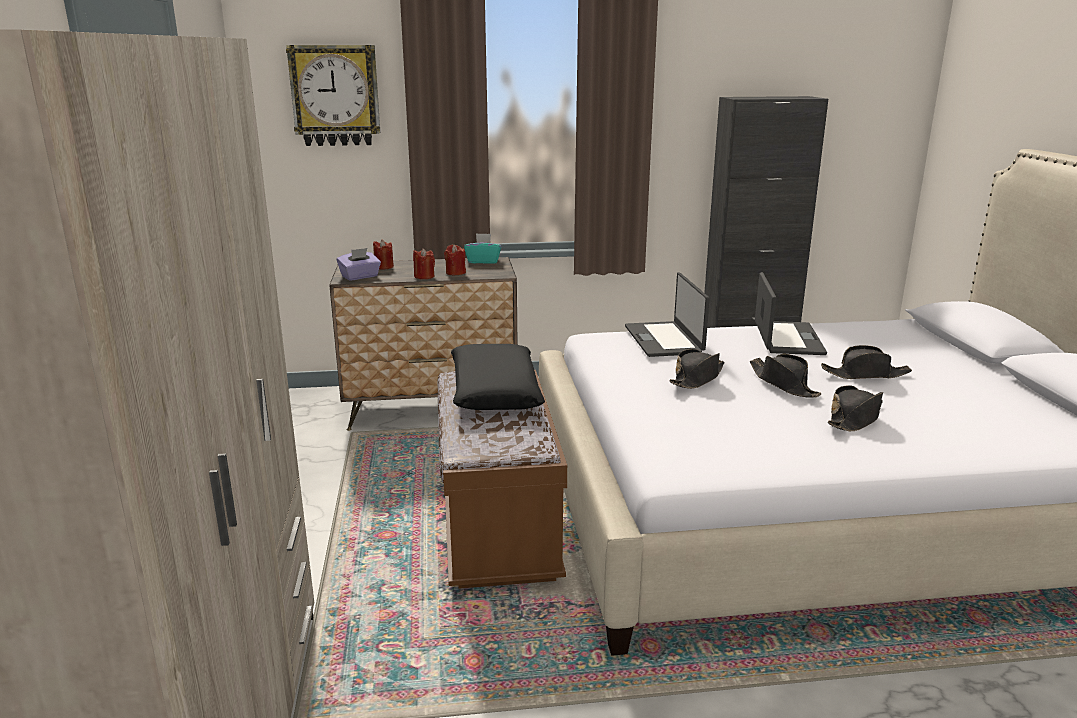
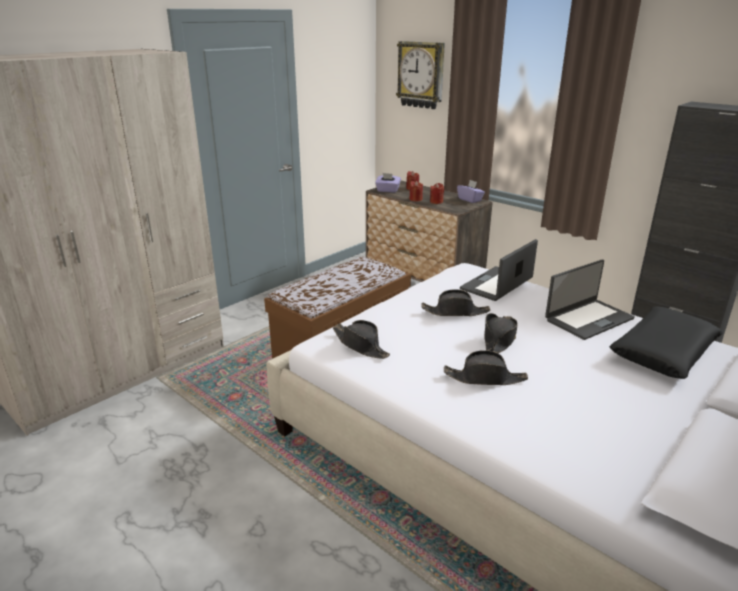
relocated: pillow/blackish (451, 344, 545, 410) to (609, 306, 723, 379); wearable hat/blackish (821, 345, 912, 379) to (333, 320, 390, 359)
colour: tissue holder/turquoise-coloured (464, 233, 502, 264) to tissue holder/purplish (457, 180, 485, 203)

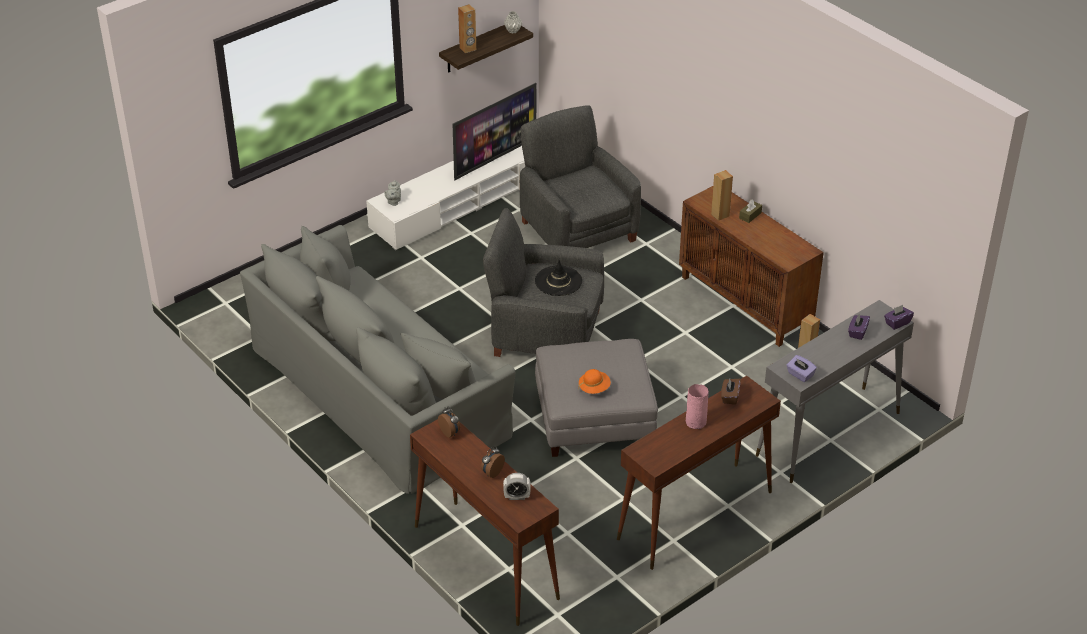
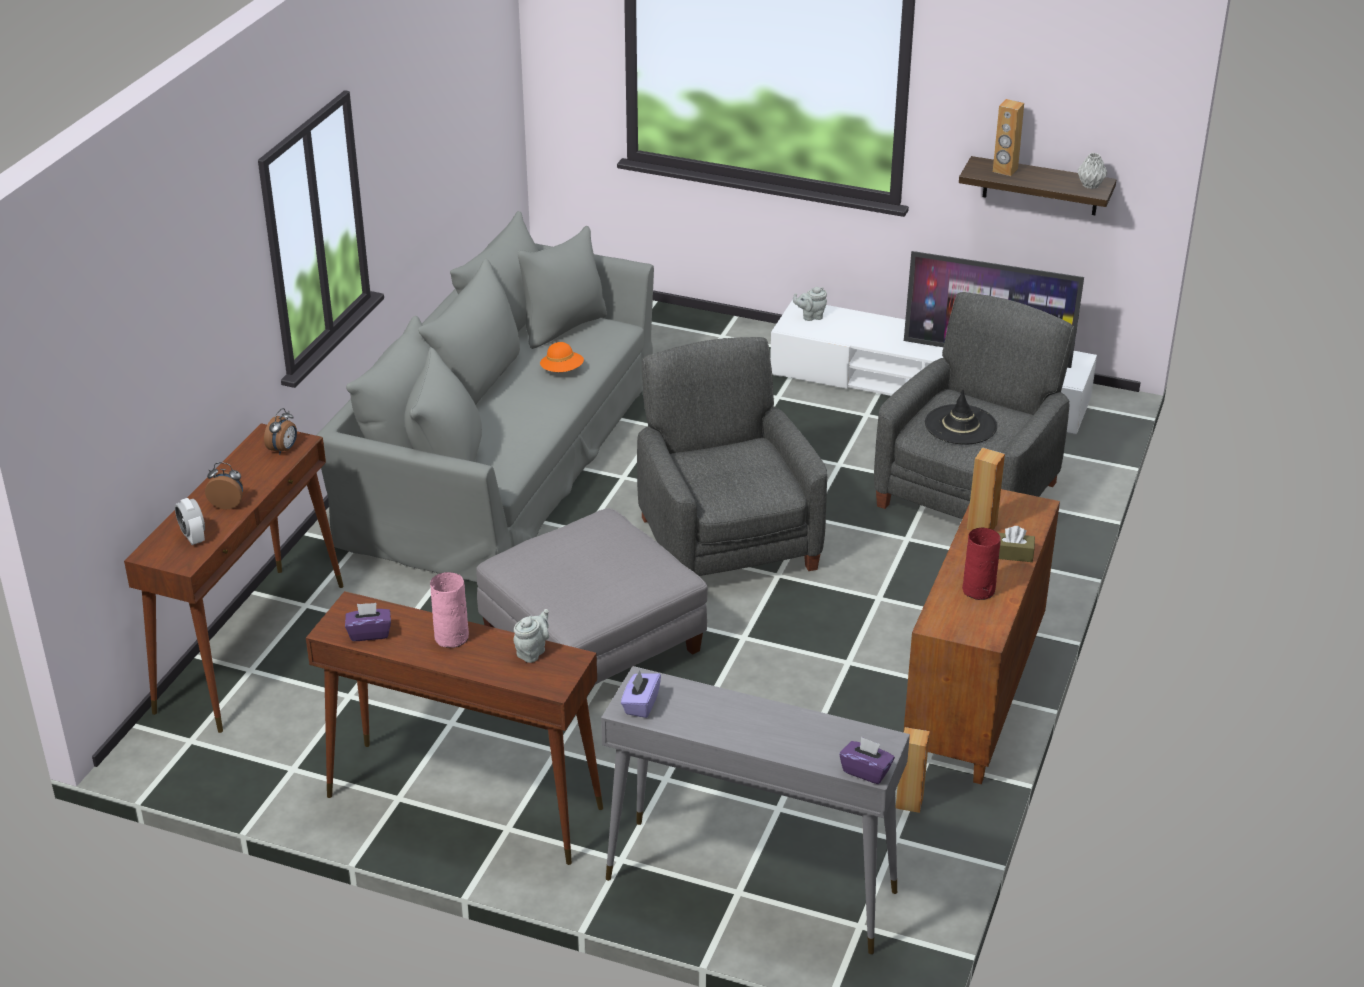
appeared: vase/red (962, 528, 1001, 600)
relocated: wearable hat/blackish (535, 260, 582, 296) to (925, 389, 997, 445); wearable hat/orange (579, 369, 611, 394) to (540, 342, 584, 372); tissue holder/purplish (848, 314, 870, 340) to (345, 603, 391, 641)
exchanged: tissue holder/brown (721, 378, 741, 405) to teapot/grey (513, 609, 549, 663)

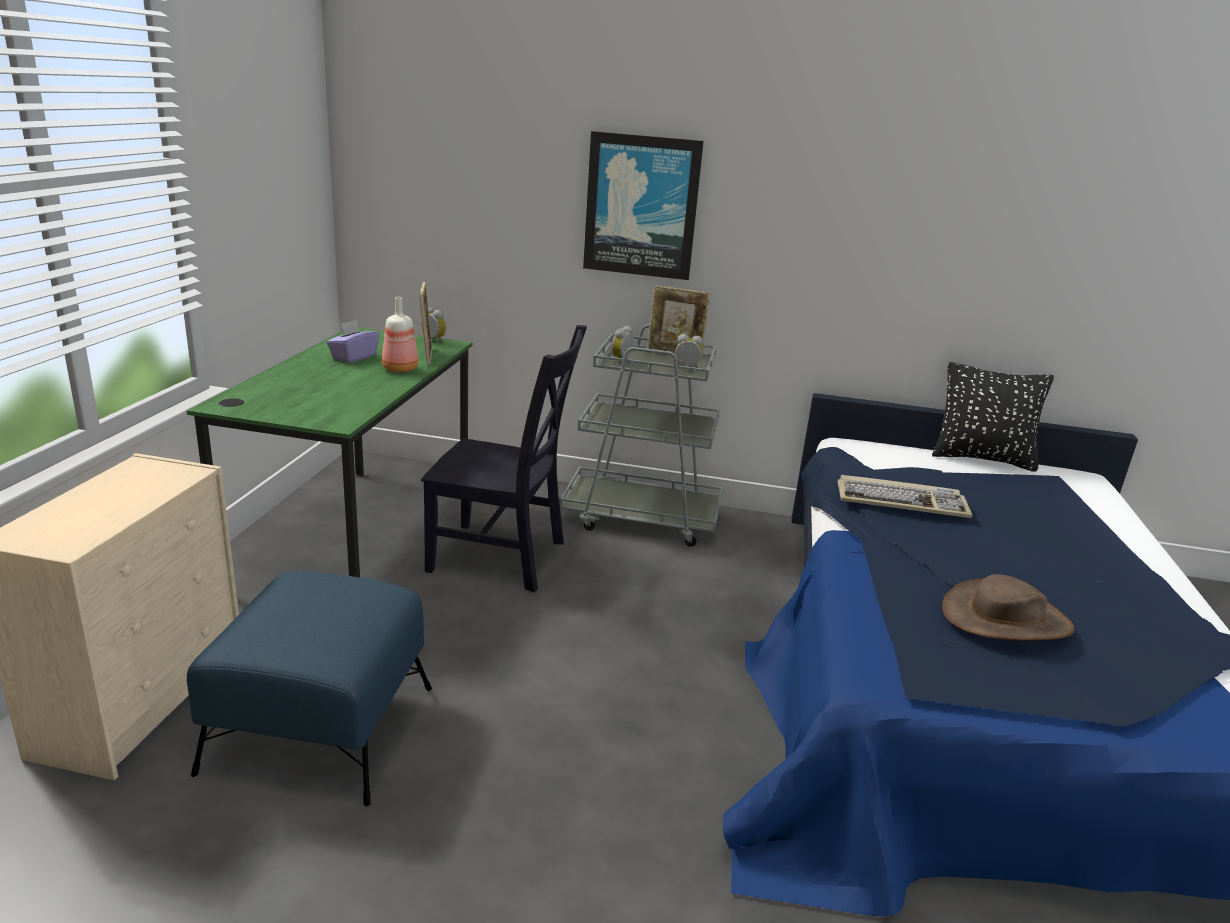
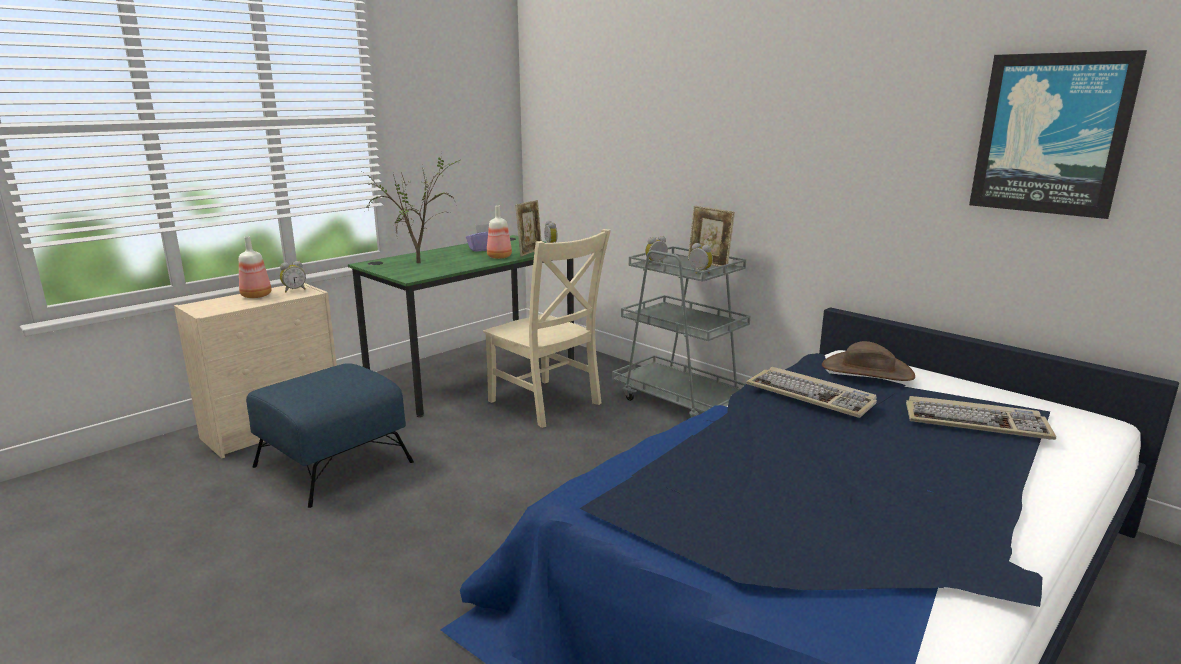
missing: pillow/blackish (932, 362, 1054, 472)
appeared: bottle (239, 236, 272, 298); alarm clock (280, 261, 306, 292); potted plant (359, 154, 460, 263); computer keyboard (906, 396, 1056, 440)
relocated: picture (583, 131, 704, 280) to (969, 50, 1147, 219); wearable hat/brown (942, 574, 1075, 641) to (822, 341, 915, 381)
colour: chair/blackish (421, 325, 587, 592) to chair/beige-coloured (483, 229, 611, 428)

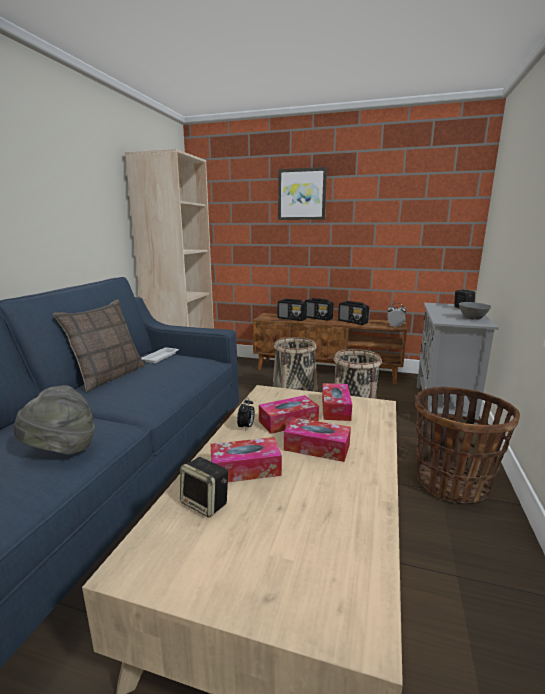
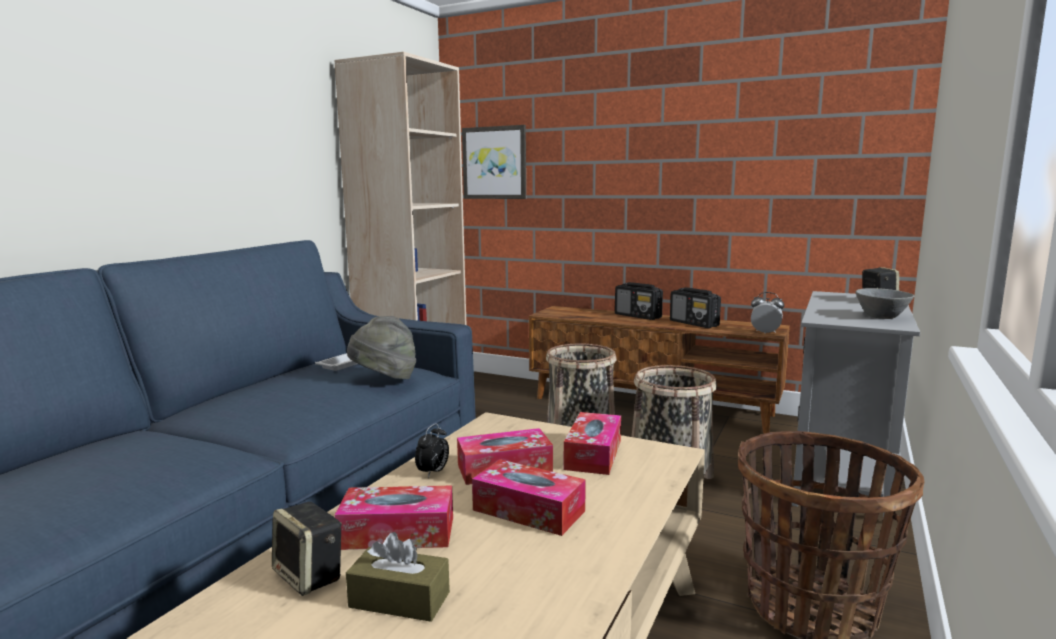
missing: pillow (53, 299, 145, 392); radio set (278, 299, 307, 321)
appeared: tissue holder/brown (346, 532, 450, 622)
relocated: wearable hat/grey (14, 385, 95, 455) to (347, 316, 416, 379); picture (278, 167, 327, 220) to (462, 125, 526, 199)

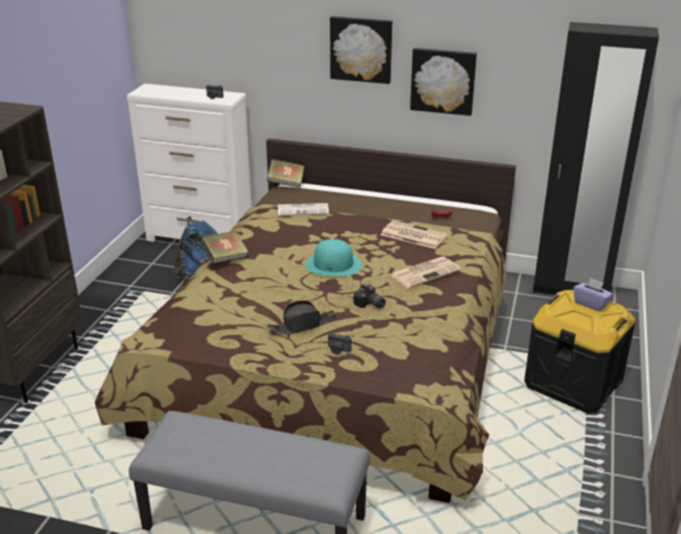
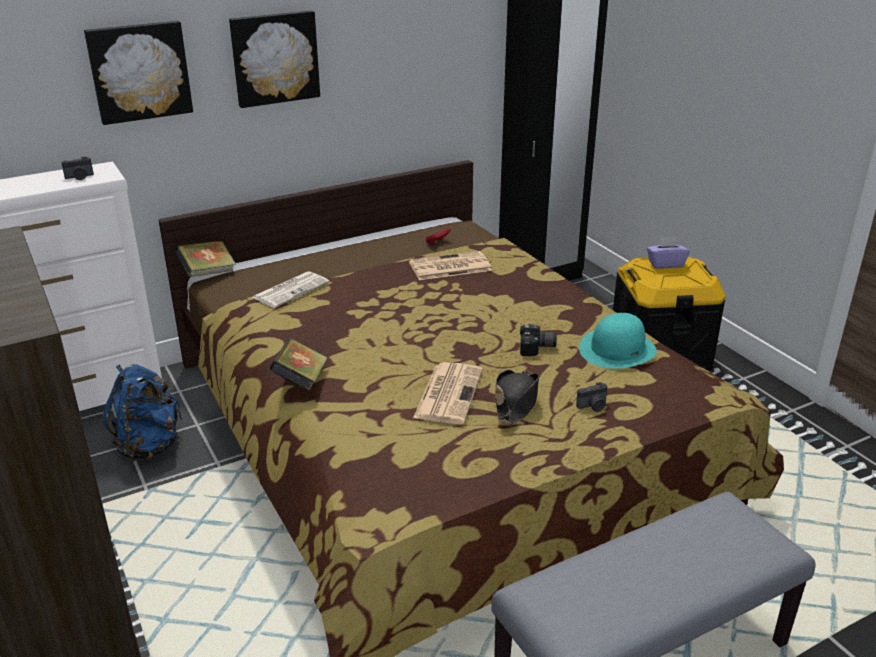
relocated: wearable hat/turquoise-coloured (305, 239, 362, 276) to (579, 313, 657, 369); newspaper (390, 256, 461, 288) to (413, 362, 483, 424); picture (410, 48, 477, 116) to (84, 21, 193, 125)

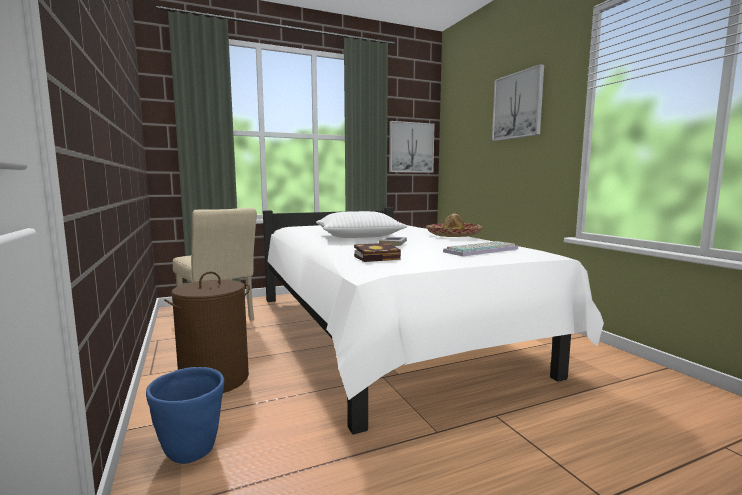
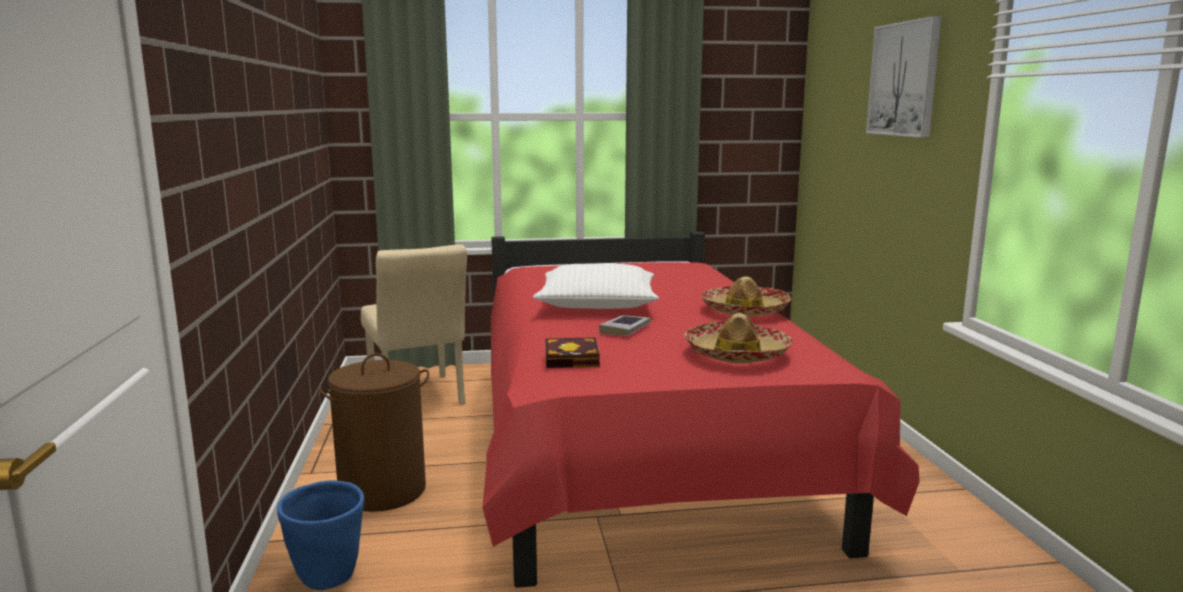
missing: picture (389, 121, 435, 173)
exchanged: computer keyboard (443, 241, 518, 256) to wearable hat (684, 313, 793, 363)
colour: bedroom bed/white (263, 207, 604, 434) to bedroom bed/red (482, 232, 920, 588)

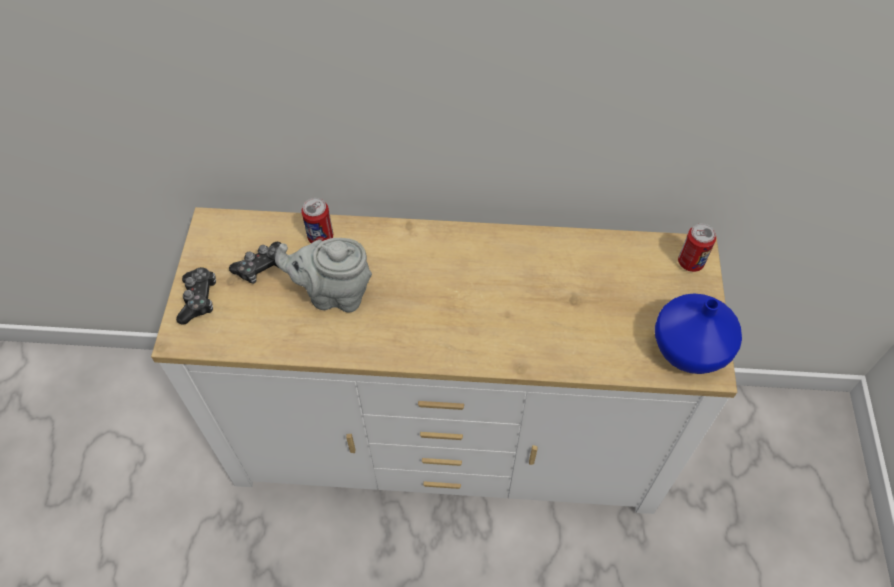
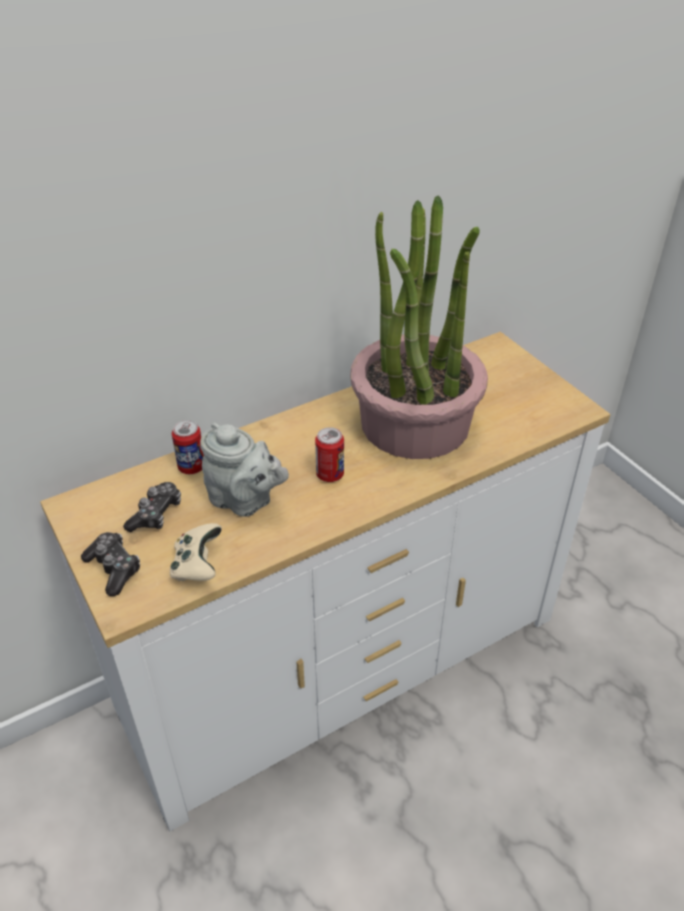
missing: vase/blue (655, 293, 742, 374)
appeared: joypad/beige-coloured (170, 523, 222, 581); potted plant (350, 195, 488, 459)
relocated: metal can (678, 224, 716, 272) to (315, 427, 344, 482)
spun: teapot/grey (275, 238, 372, 312) = (200, 423, 289, 517) 120 degrees counterclockwise

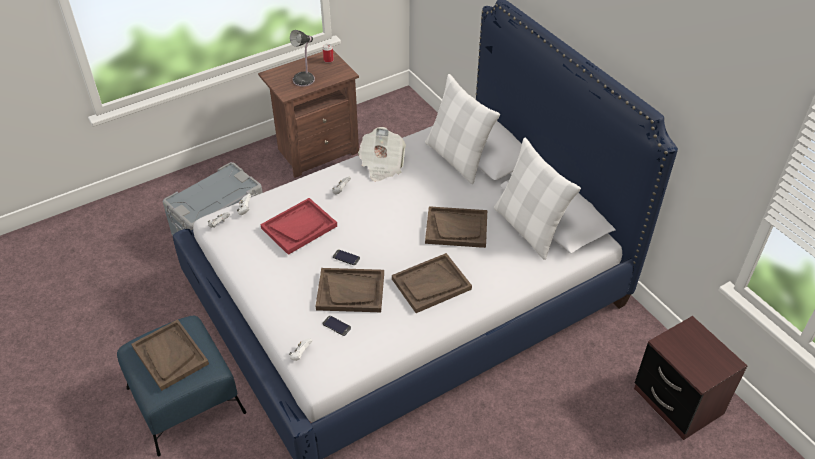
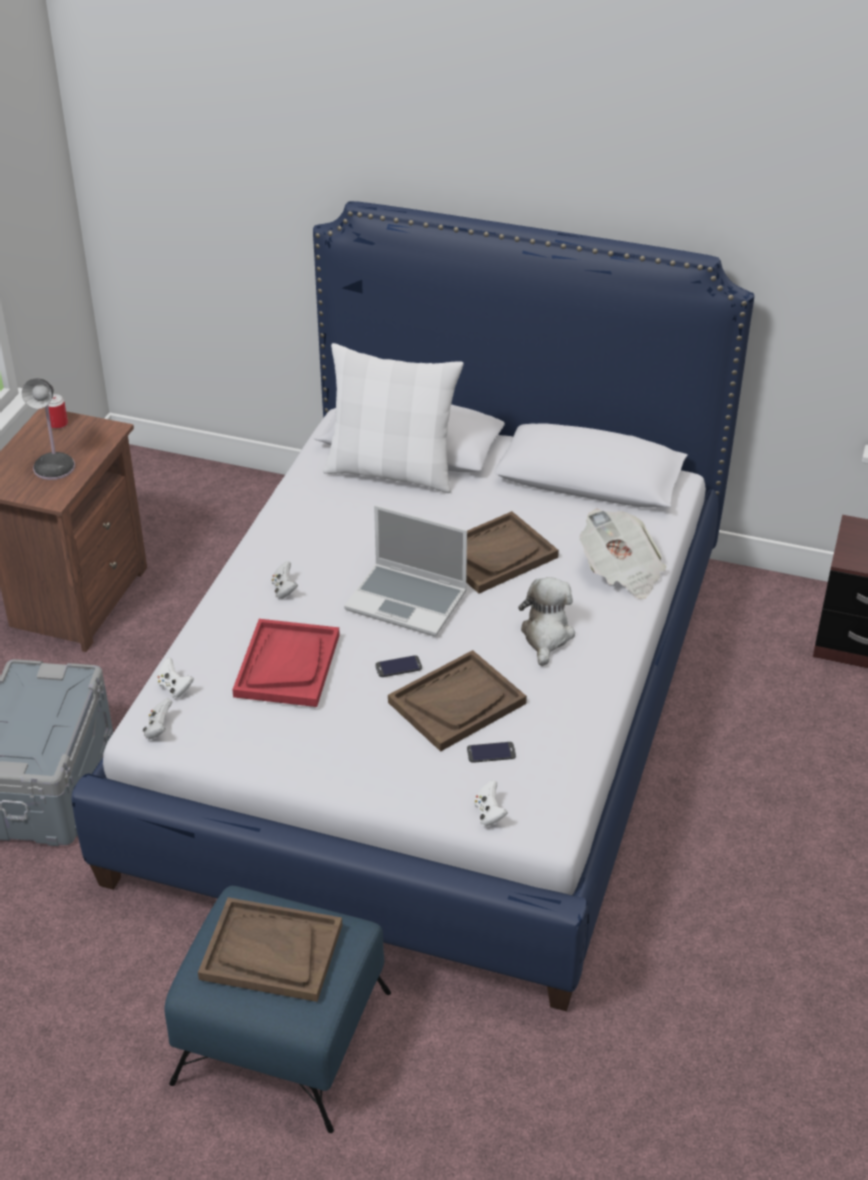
missing: pillow/white (494, 138, 581, 260)
appeared: laptop (344, 505, 467, 636)
relocated: newspaper (358, 127, 406, 182) to (579, 509, 666, 599)
exchanged: carrying tray/brown (392, 253, 472, 313) to cuddly toy (518, 577, 575, 666)

